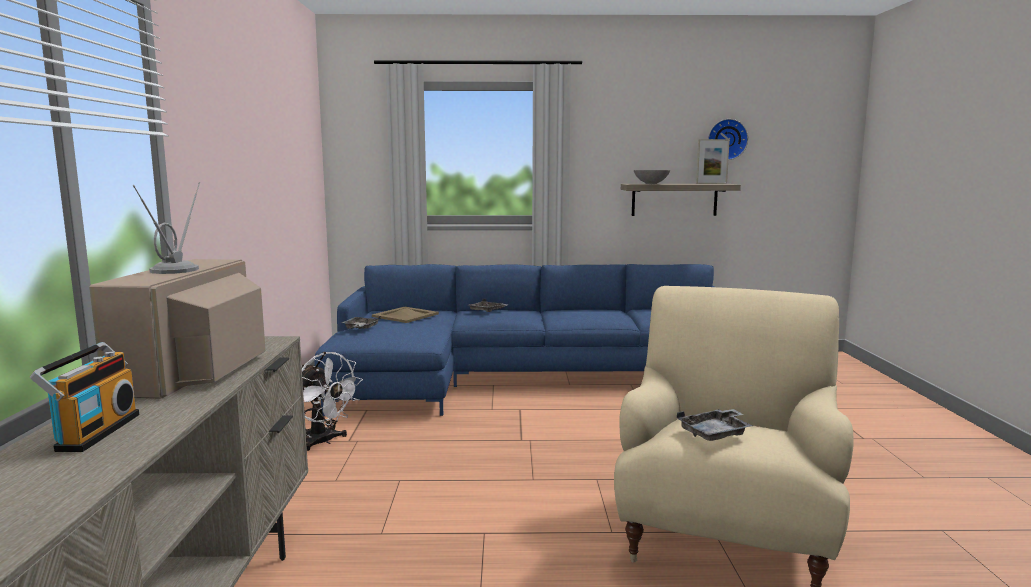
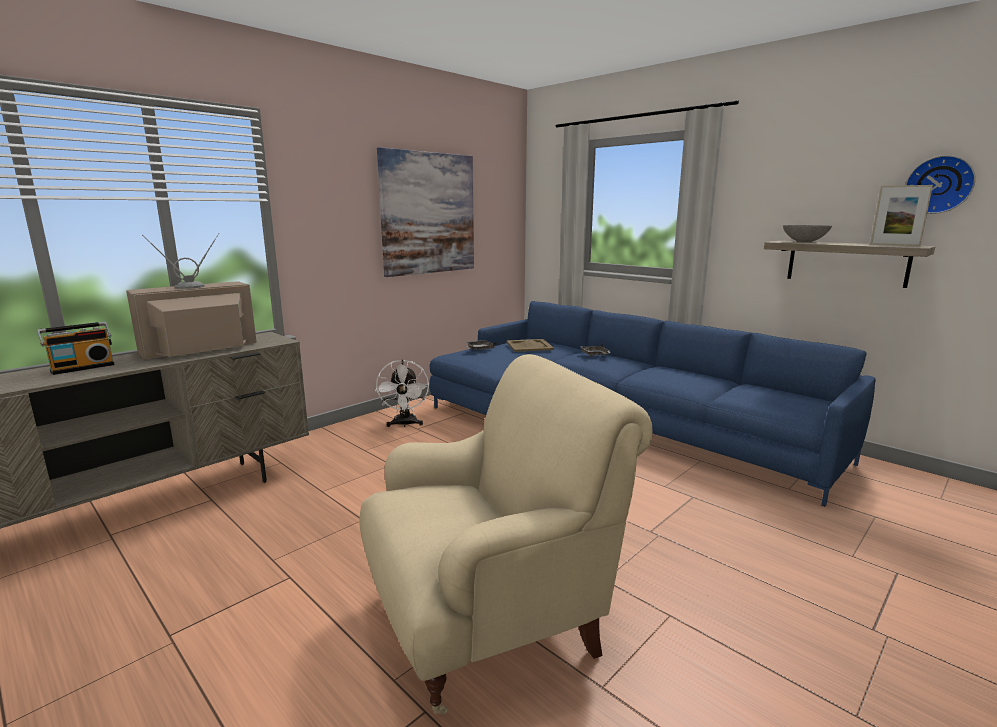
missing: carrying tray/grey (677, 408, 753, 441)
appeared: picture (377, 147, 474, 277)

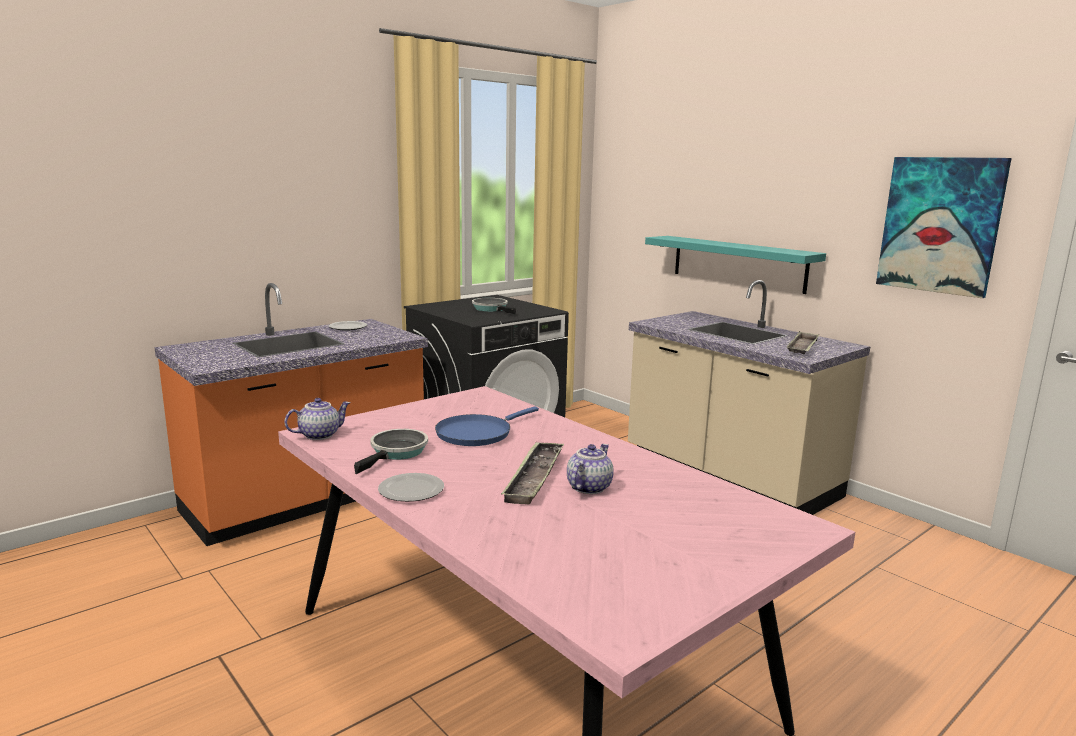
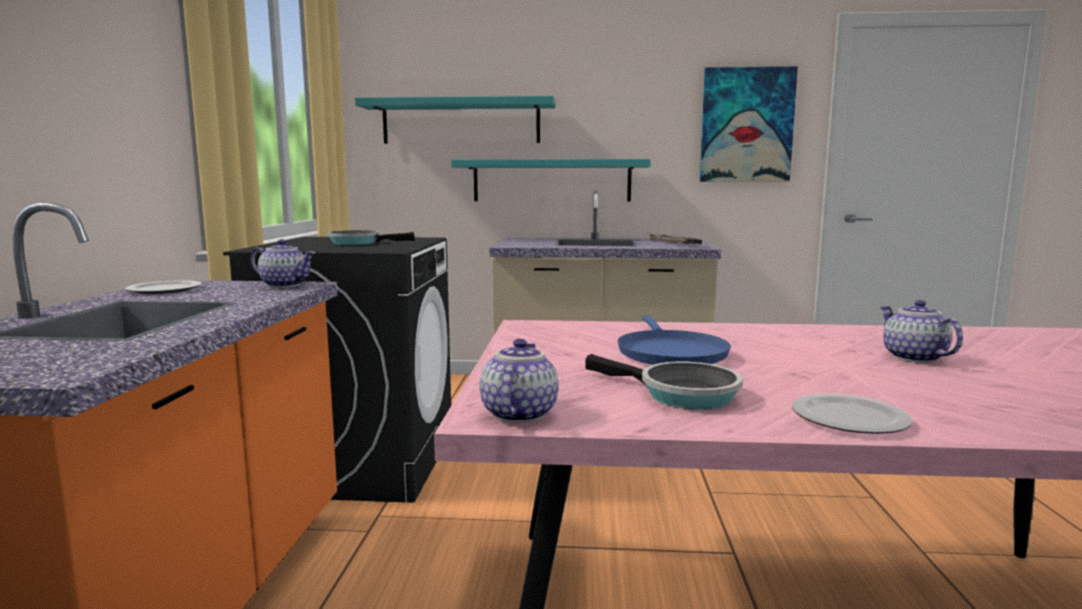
missing: carrying tray (501, 441, 564, 504)
appeared: teapot (251, 239, 315, 288); shelf/turquoise-coloured (355, 96, 555, 144)
spun: pan (354, 429, 428, 474) = (585, 354, 743, 410) 150 degrees clockwise

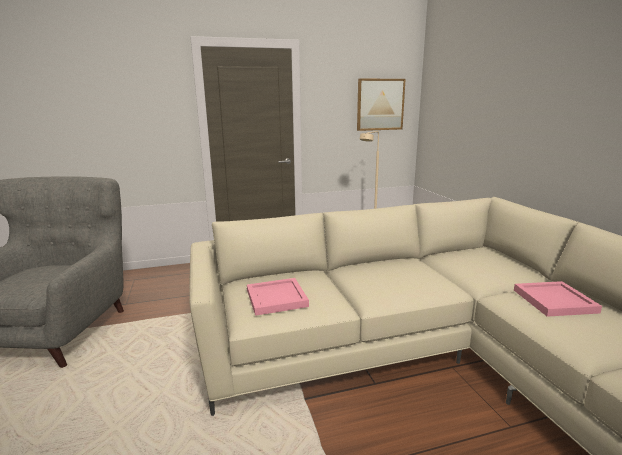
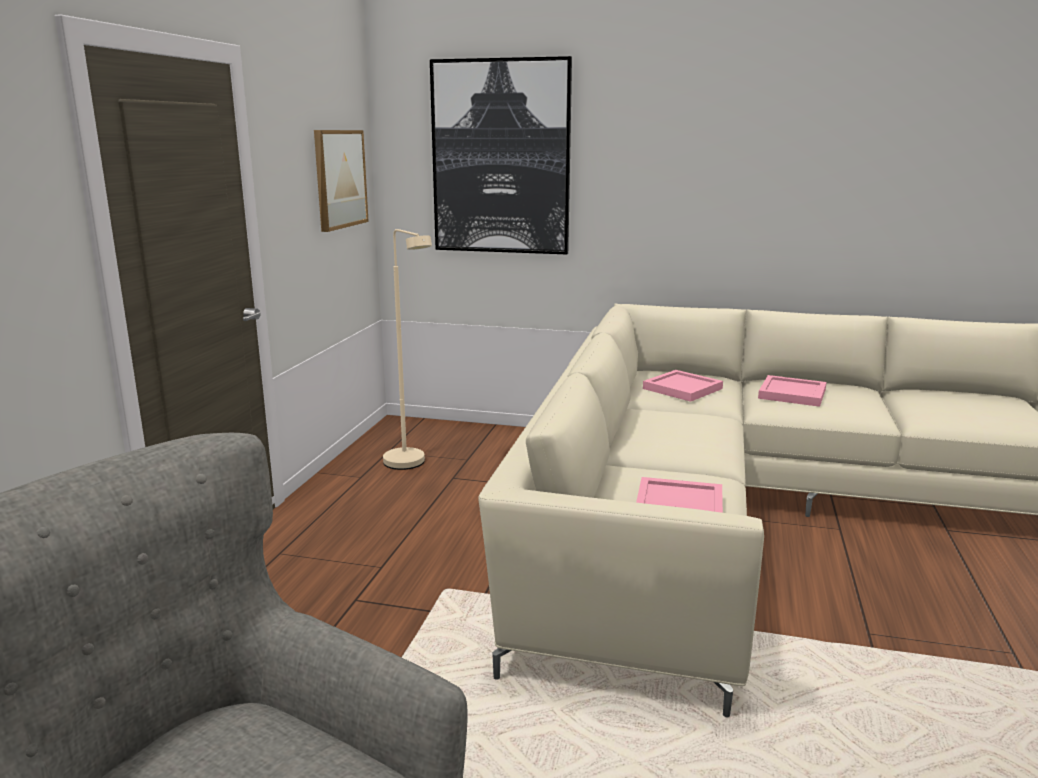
appeared: picture (430, 56, 572, 254); carrying tray/pinkish (643, 370, 723, 402)

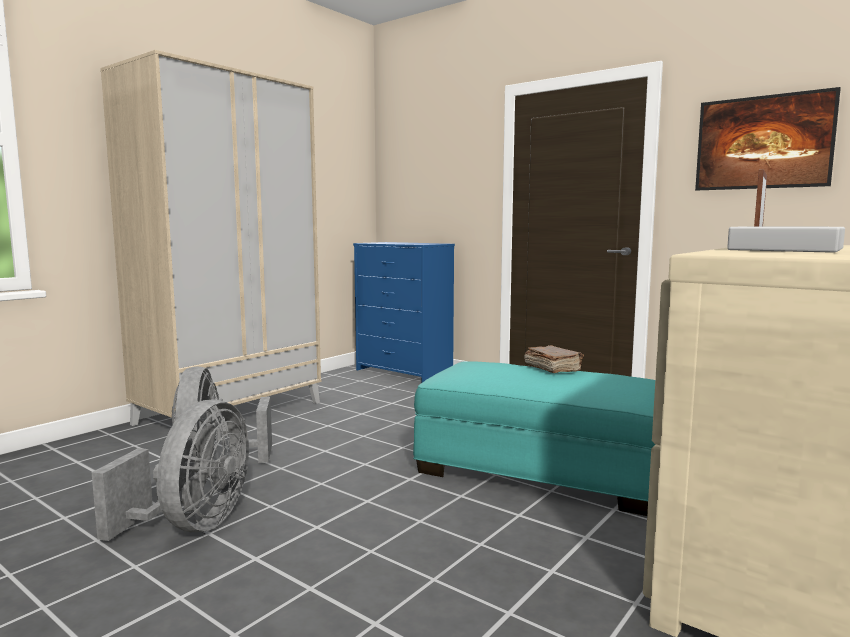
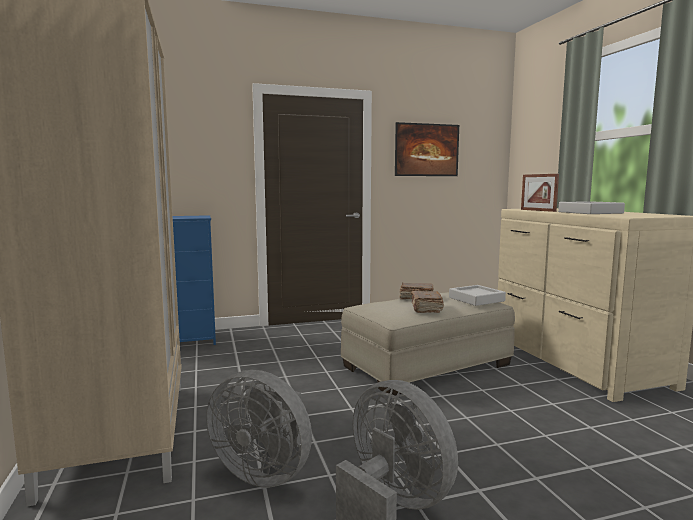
appeared: volume/brown (411, 291, 444, 313); carrying tray/grey (449, 285, 506, 306)
colour: footrest/turquoise-coloured (413, 361, 656, 516) to footrest/beige-coloured (341, 292, 515, 395)

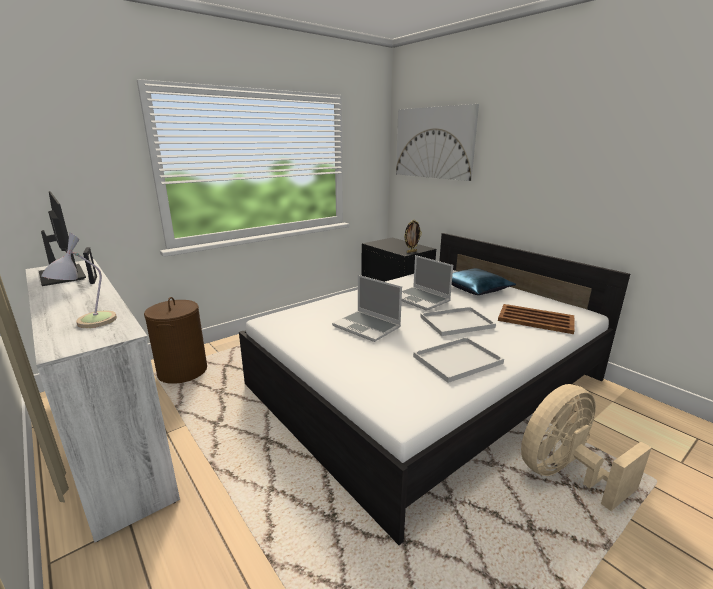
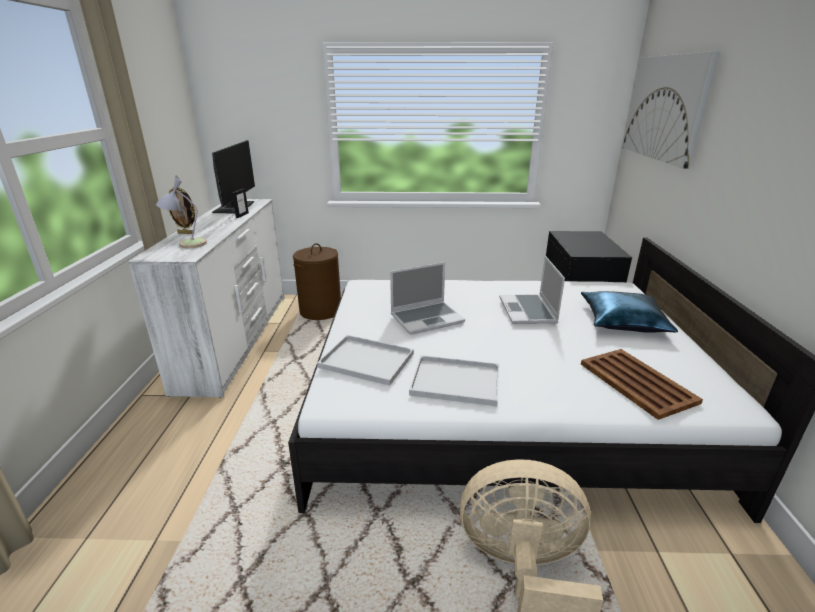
relocated: photo frame (404, 220, 422, 253) to (168, 186, 195, 234); carrying tray/white (420, 307, 496, 336) to (317, 335, 414, 386)
spun: laptop (332, 275, 402, 342) = (390, 262, 465, 335) 105 degrees counterclockwise

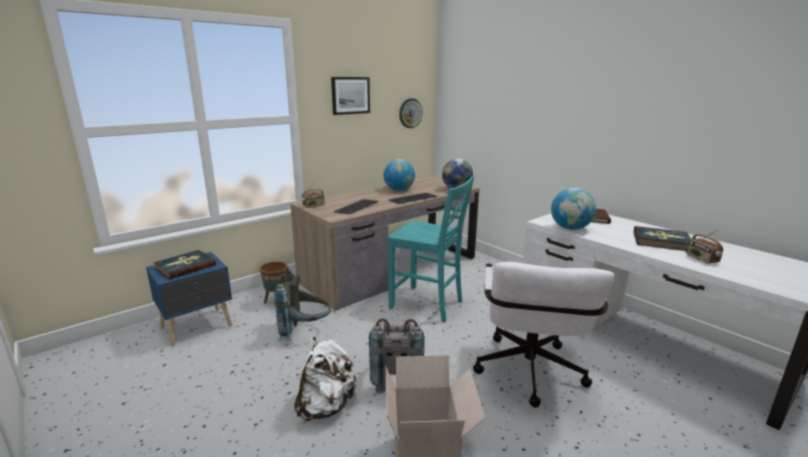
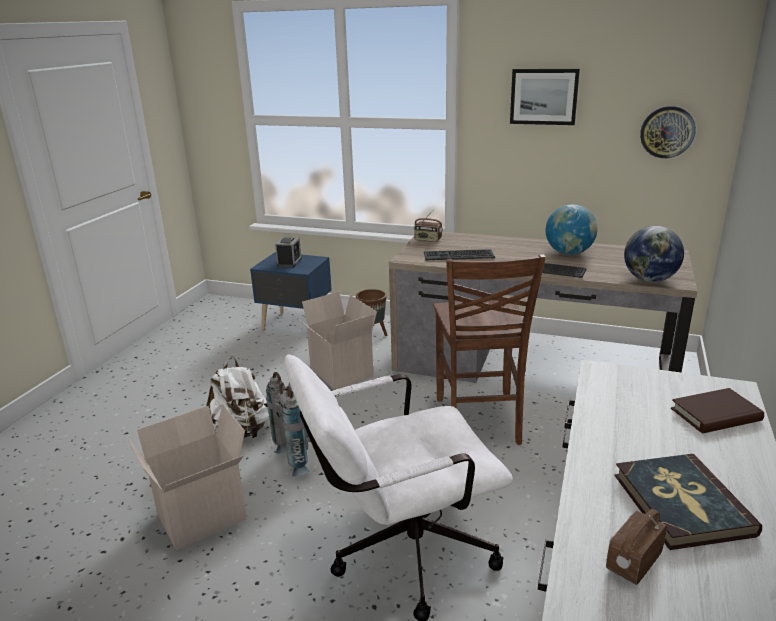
missing: globe (551, 188, 596, 230)
exchanged: volume (154, 250, 216, 280) to alarm clock (275, 237, 302, 267); rucksack/grey (274, 266, 331, 341) to carton (293, 292, 377, 390)
colour: chair/turquoise-coloured (388, 176, 474, 323) to chair/brown (434, 255, 546, 445)

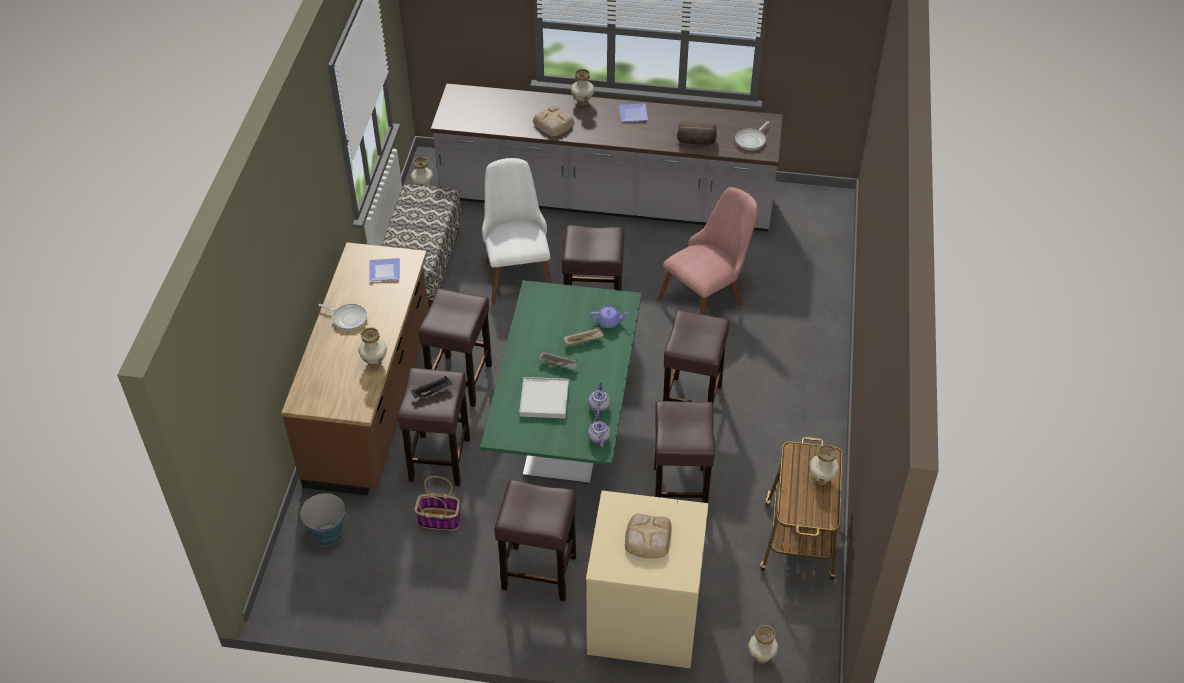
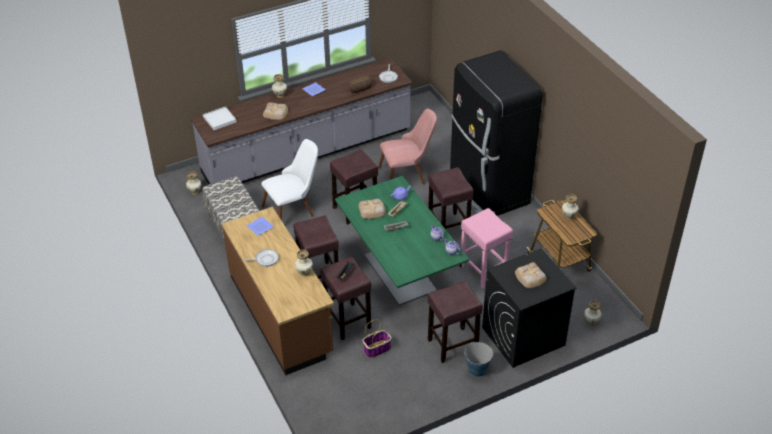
appeared: bread (358, 199, 386, 219); kitchen fridge/blackish (450, 51, 543, 216)
relocated: pail (301, 493, 347, 546) to (465, 342, 493, 377); carrying tray/white (519, 377, 569, 419) to (203, 106, 237, 130)
colour: laundry machine/beige-coloured (586, 490, 709, 668) to laundry machine/blackish (482, 248, 576, 368); stool/brown (654, 401, 715, 503) to stool/pinkish (460, 208, 513, 289)
spun: chair/white (482, 158, 552, 304) = (261, 139, 318, 221) 105 degrees clockwise; chair/pinkish (657, 187, 758, 315) = (378, 108, 437, 185) 60 degrees clockwise

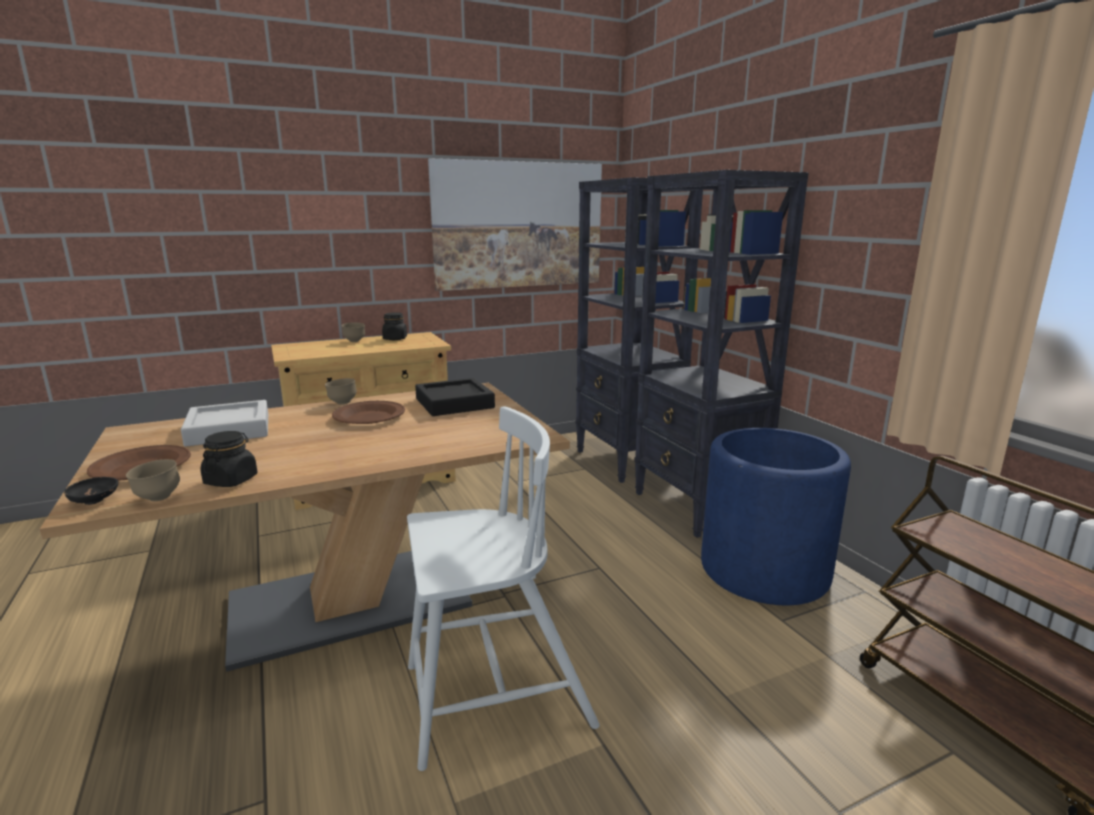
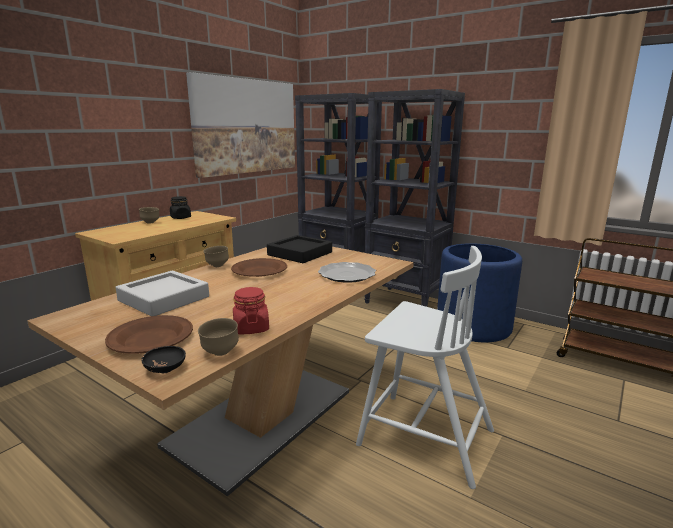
appeared: flat dish (318, 262, 376, 283)
colour: jar/blackish (200, 431, 258, 487) to jar/red (233, 287, 269, 335)
spun: chair/white (407, 406, 600, 771) = (356, 246, 494, 489) 75 degrees clockwise

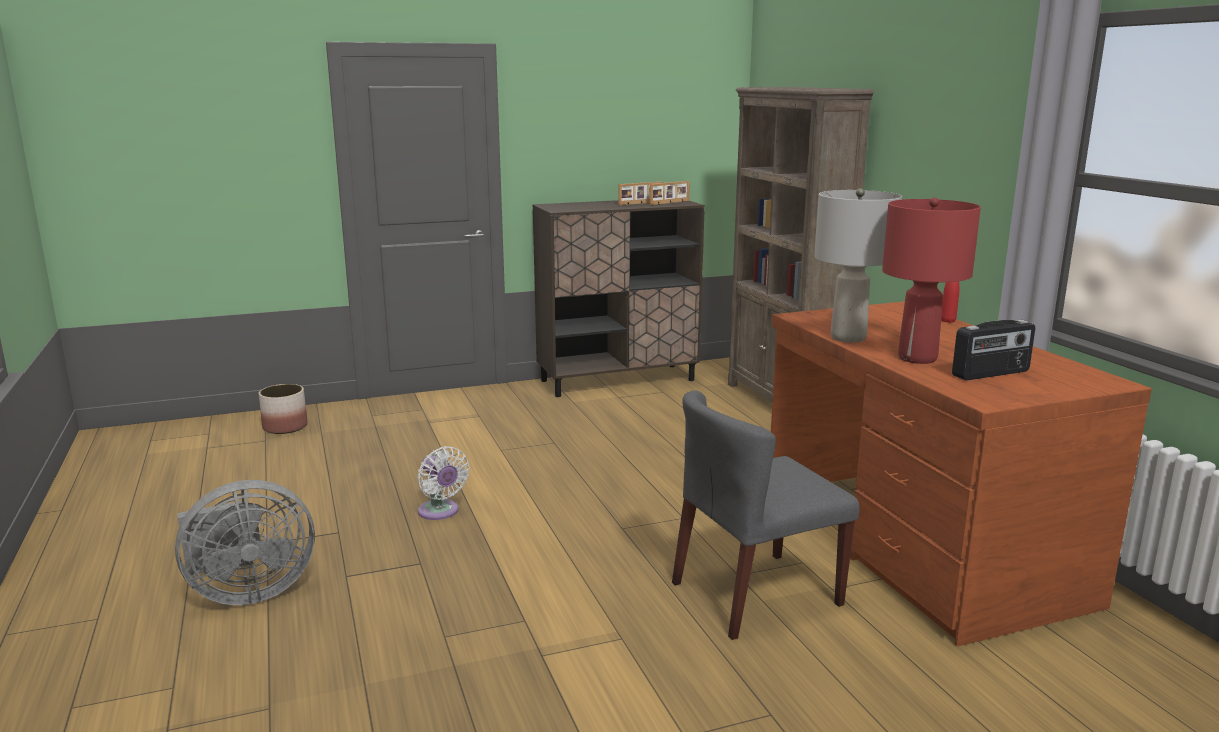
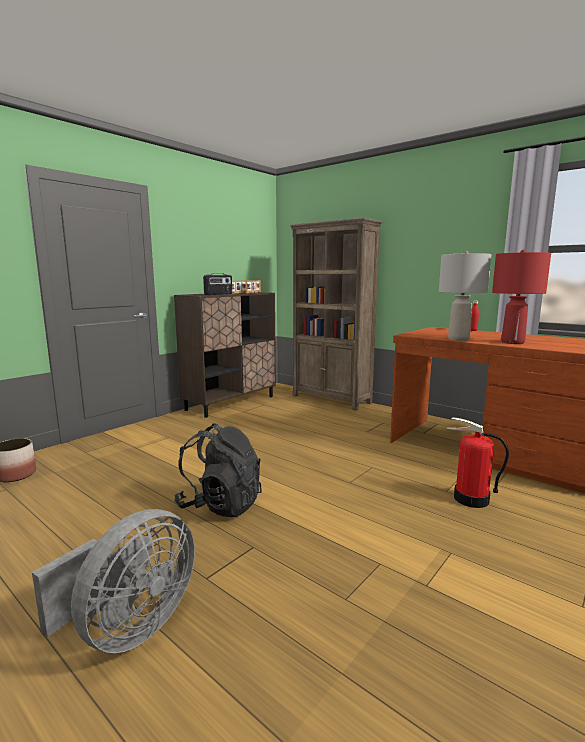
relocated: radio set (952, 320, 1035, 380) to (203, 273, 232, 295)
exchanged: cooling fan/white (417, 446, 470, 520) to rucksack/blackish (174, 423, 262, 517); chair/grey (672, 390, 860, 640) to fire extinguisher (446, 417, 509, 508)

